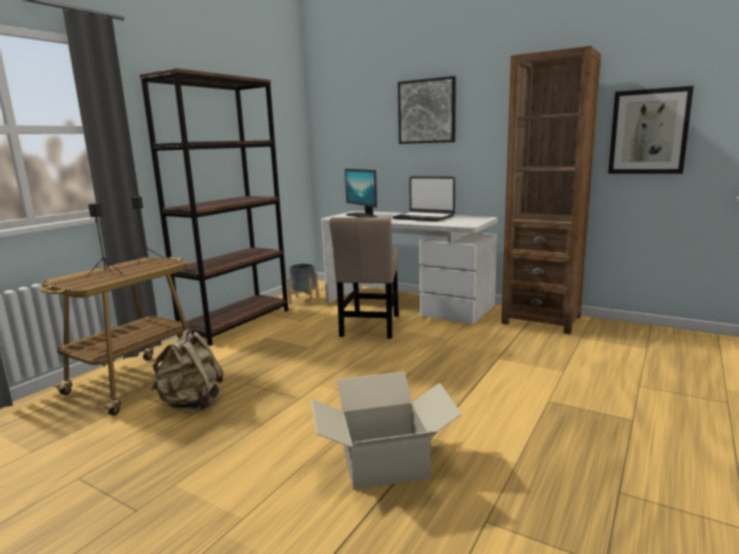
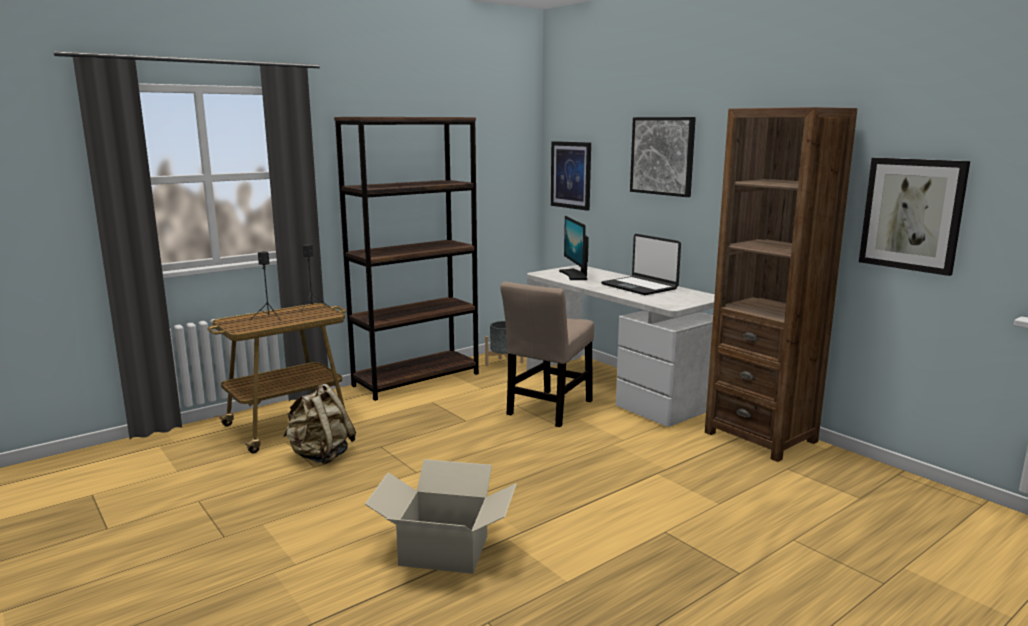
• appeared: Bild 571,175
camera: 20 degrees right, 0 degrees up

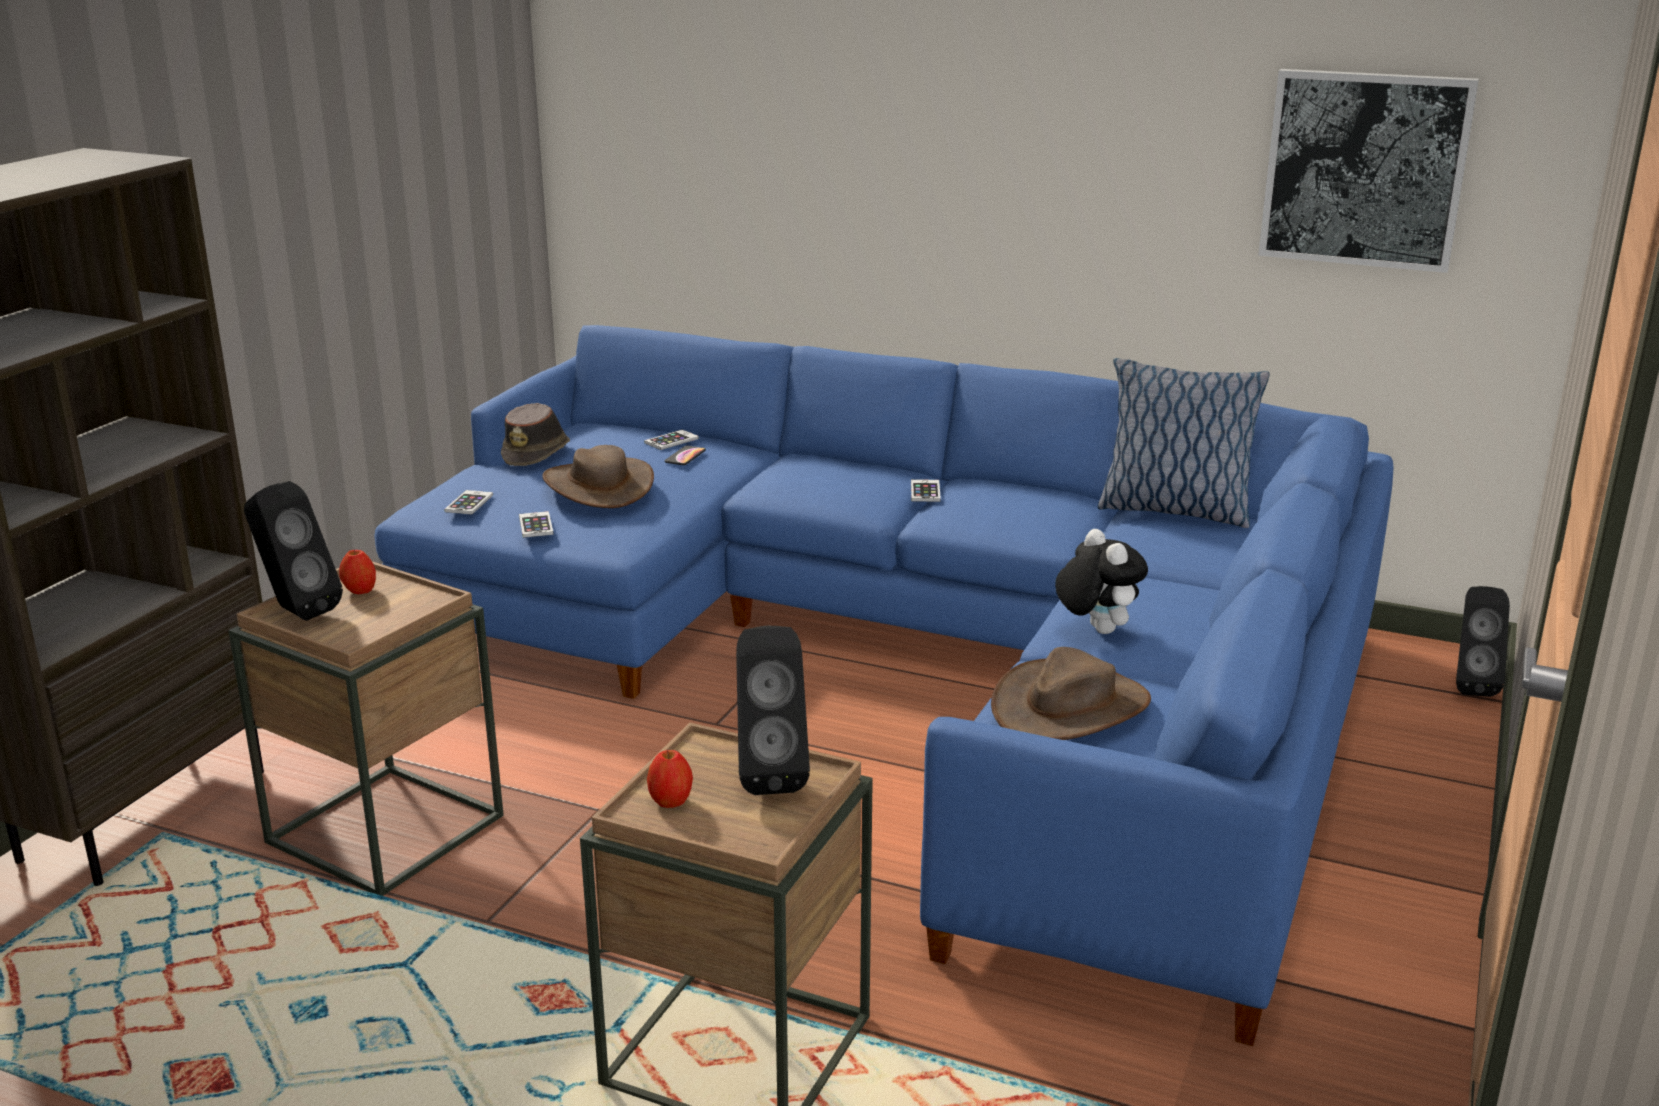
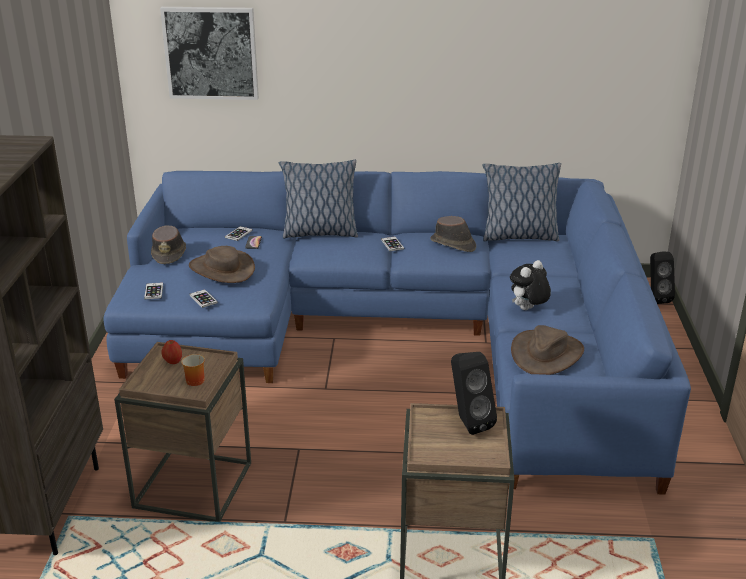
• relocated: Bild 1364,169 to 211,53
• missing: Lautsprecher [schwarz] 295,611
• spun: Plüschtier 1095,630 = 527,310 90 degrees counterclockwise
• missing: Apfel 671,801
• appeared: Kissen 319,233
• appeared: Hut [braun] 453,244
• appeared: Henkelbecher 194,379
camera: 20 degrees left, 5 degrees up

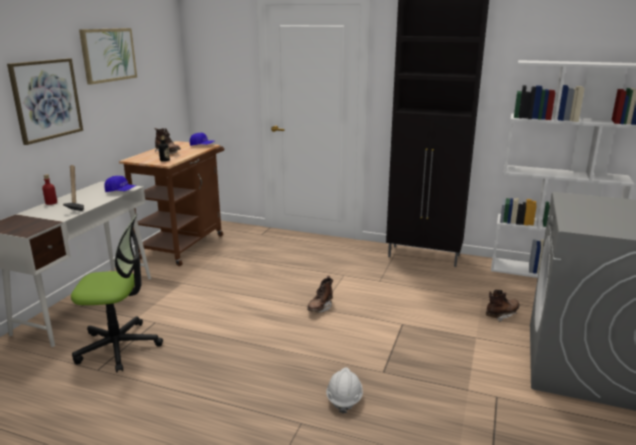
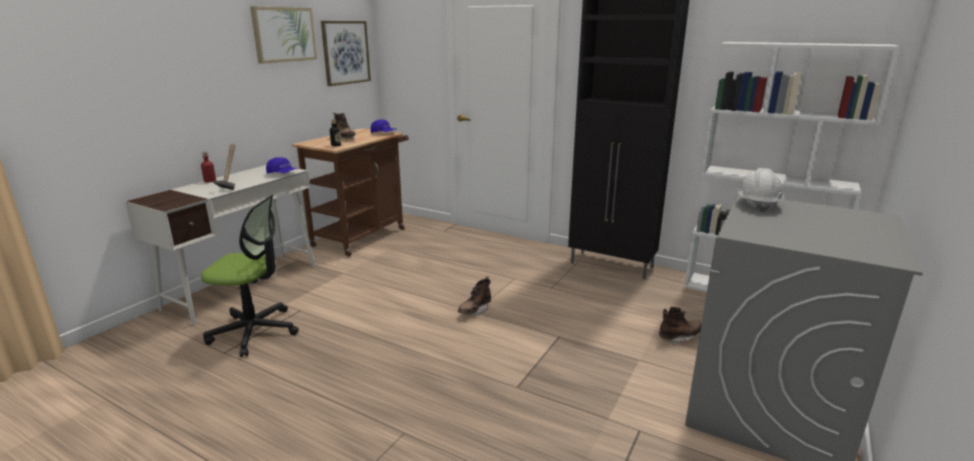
• relocated: Bild 46,99 to 346,52
• relocated: Schutzhelm [weiß] 344,398 to 757,205
camera: 10 degrees right, 0 degrees up

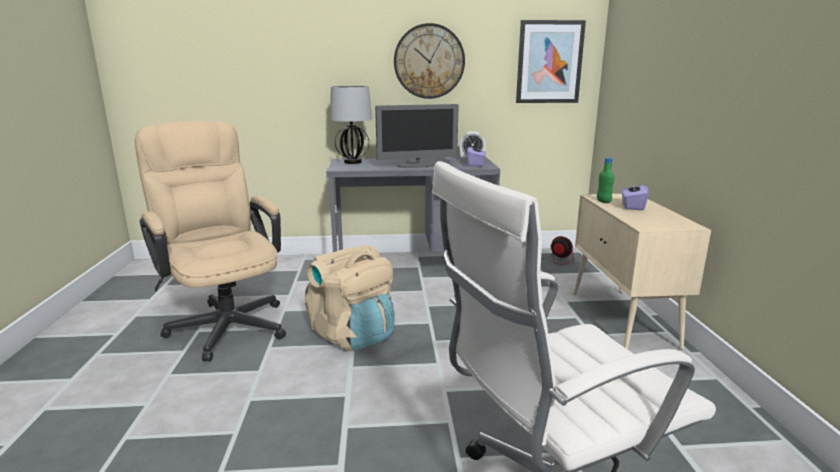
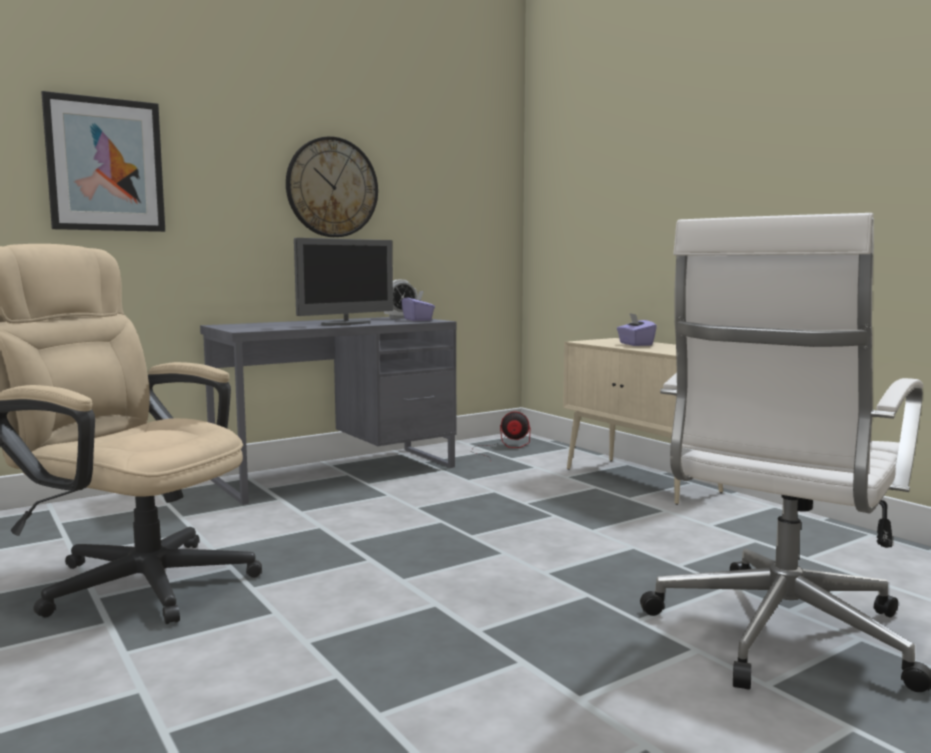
• relocated: Bild 549,62 to 105,165
• missing: Tischlampe 353,162
• missing: Flasche [grün] 603,201
• missing: Rucksack [beige] 353,335
camera: 30 degrees left, 10 degrees down

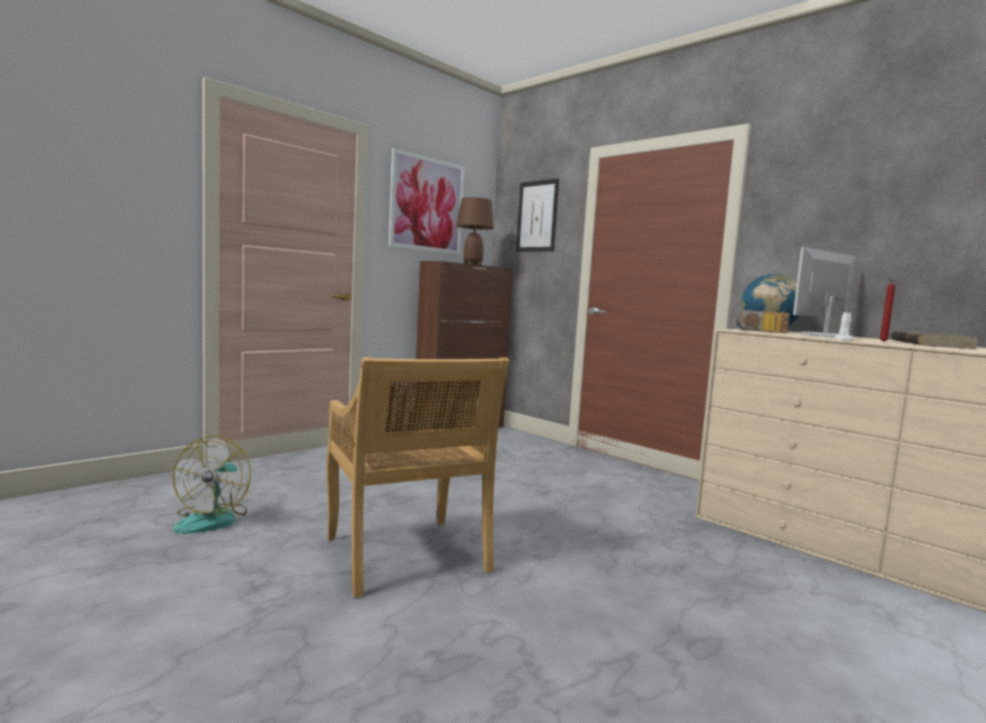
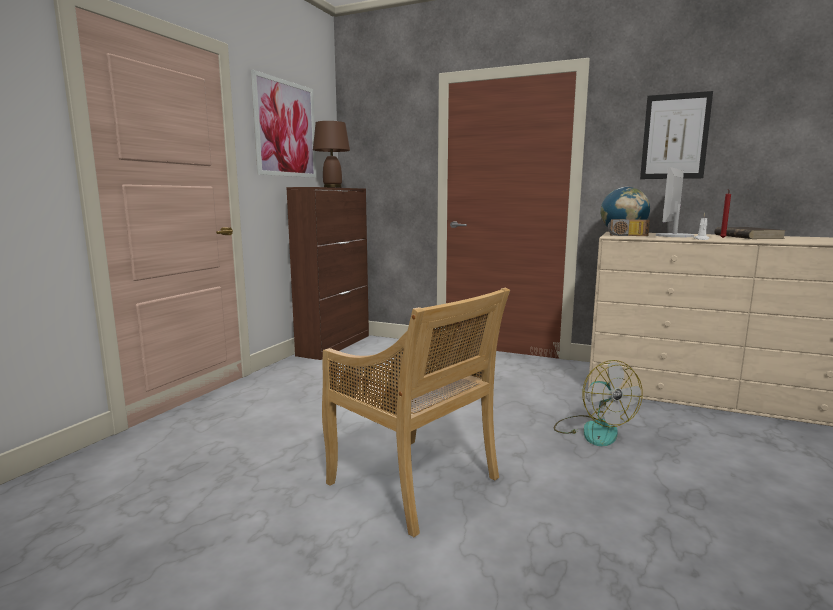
• relocated: Bild 537,216 to 675,136
• relocated: Ventilator 213,519 to 593,430
camera: 20 degrees left, 5 degrees up

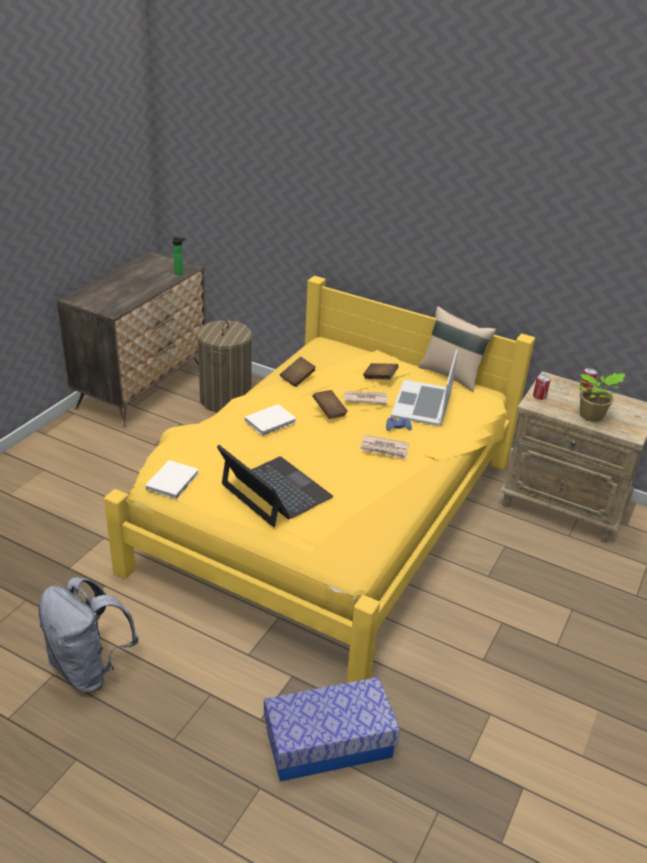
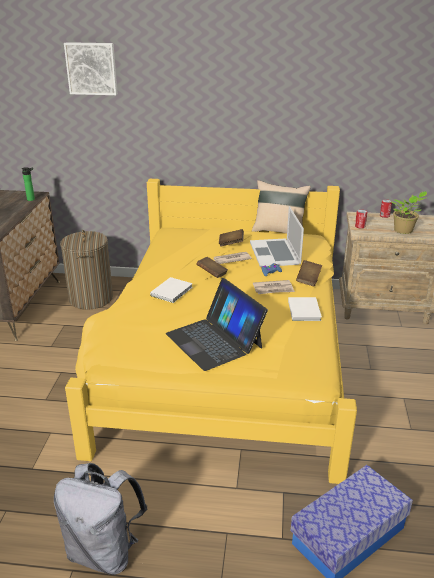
• relocated: Buch [braun] 297,379 to 308,279
• spun: Laptop 275,491 = 214,340 150 degrees counterclockwise
• relocated: Buch [weiß] 174,481 to 304,310
• appeared: Bild 92,68
camera: 20 degrees left, 5 degrees down

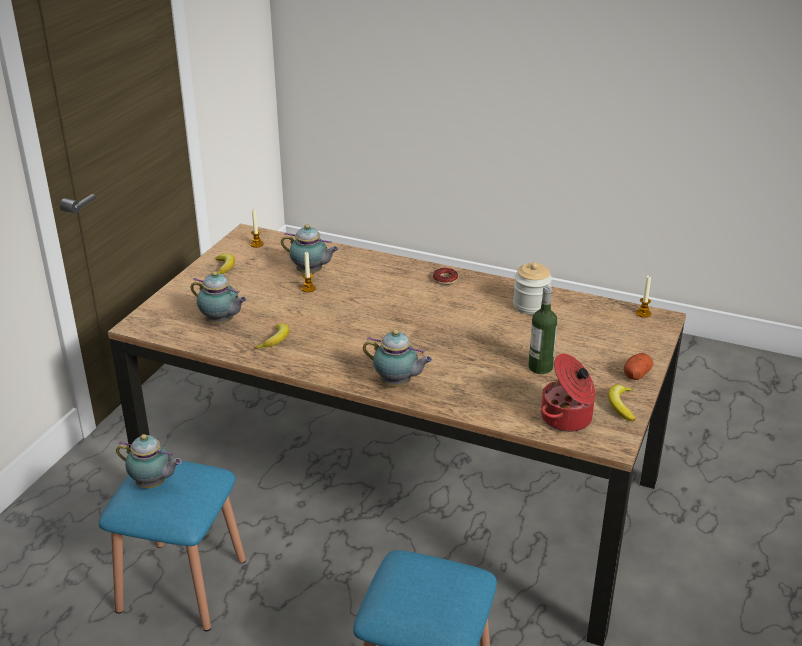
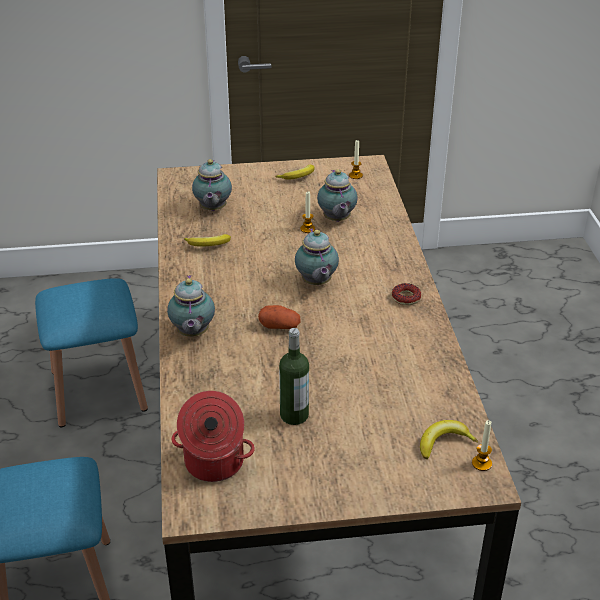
• missing: Vorratsglas 531,306
• relocated: Kartoffel 636,374 to 279,326
• relocated: Banane 621,405 to 443,442
• relocated: Teekanne 153,484 to 316,283
camera: 60 degrees right, 5 degrees up

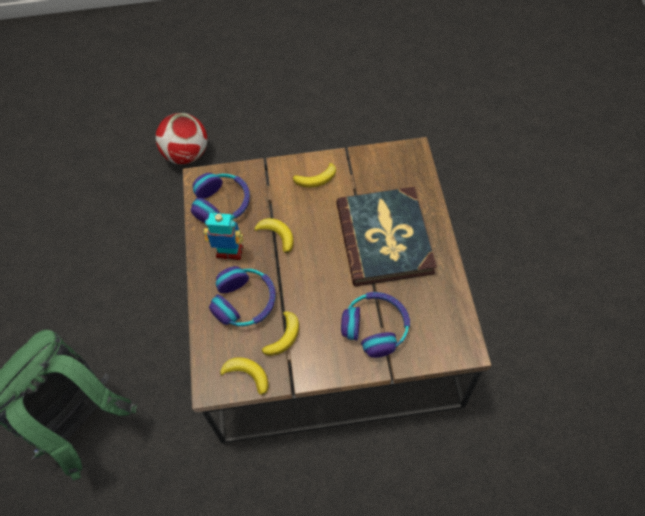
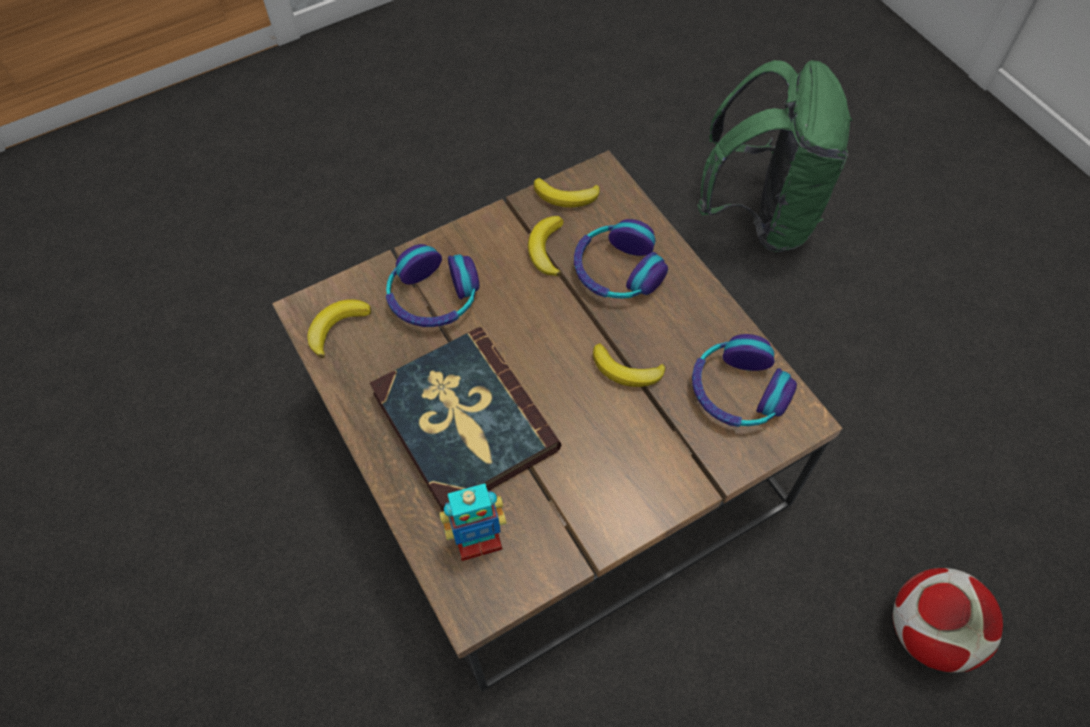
• relocated: Banane 316,178 to 337,327
• relocated: Spielzeugroboter 229,253 to 478,541
camera: 155 degrees right, 0 degrees up

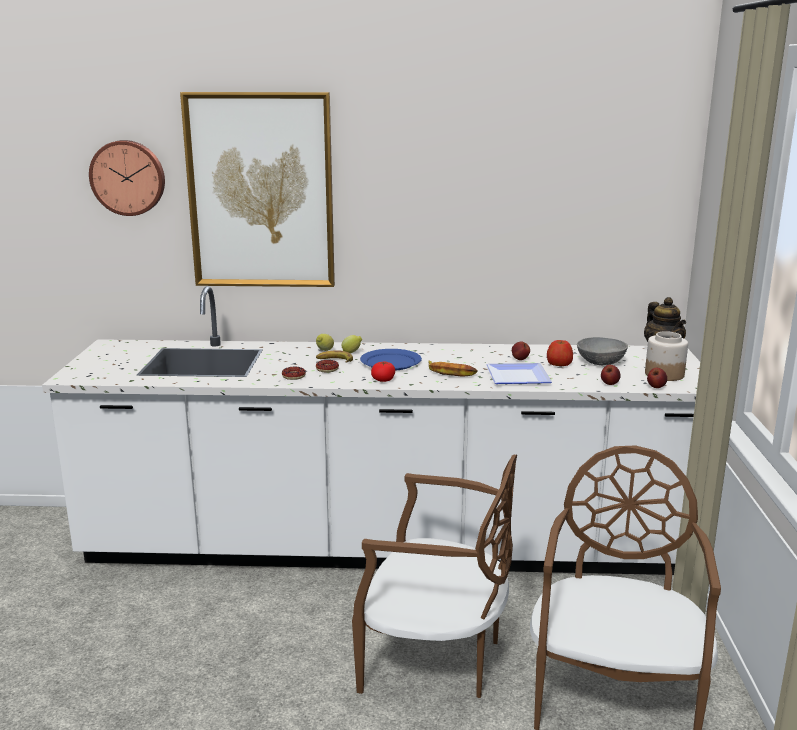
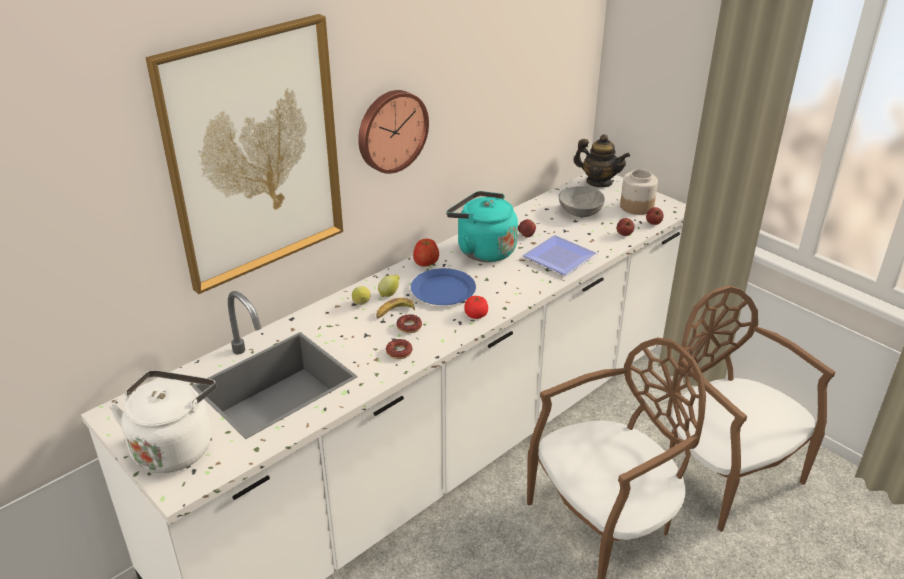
• relocated: Wanduhr 128,177 to 391,130
• relocated: Apfel 559,364 to 426,262
• missing: Banane 450,372
• appeared: Wasserkessel [türkis] 482,250
• appeared: Wasserkessel [weiß] 174,446
camera: 45 degrees left, 15 degrees up

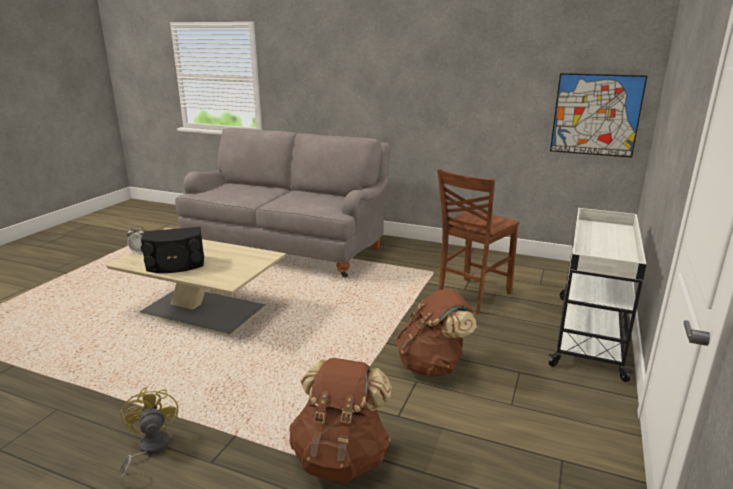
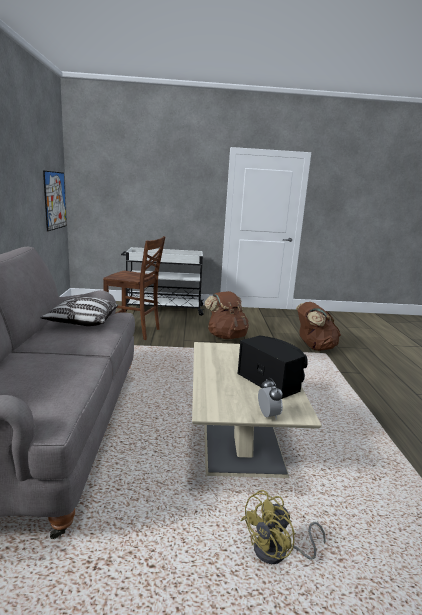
• relocated: Ventilator [gelb] 149,449 to 277,552
• appeared: Kissen 82,322
camera: 115 degrees left, 5 degrees down

